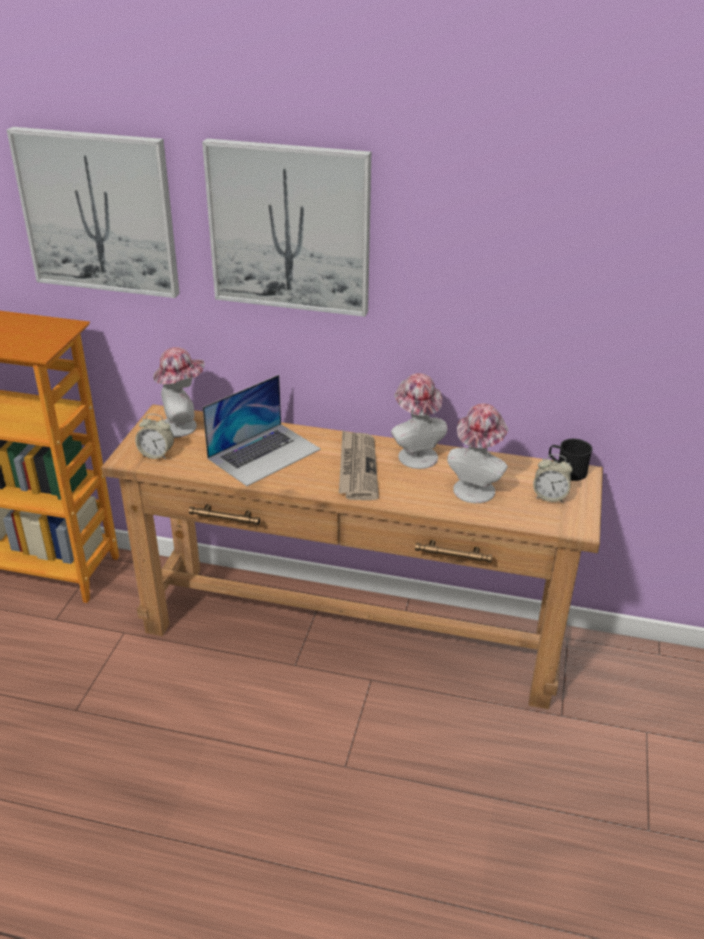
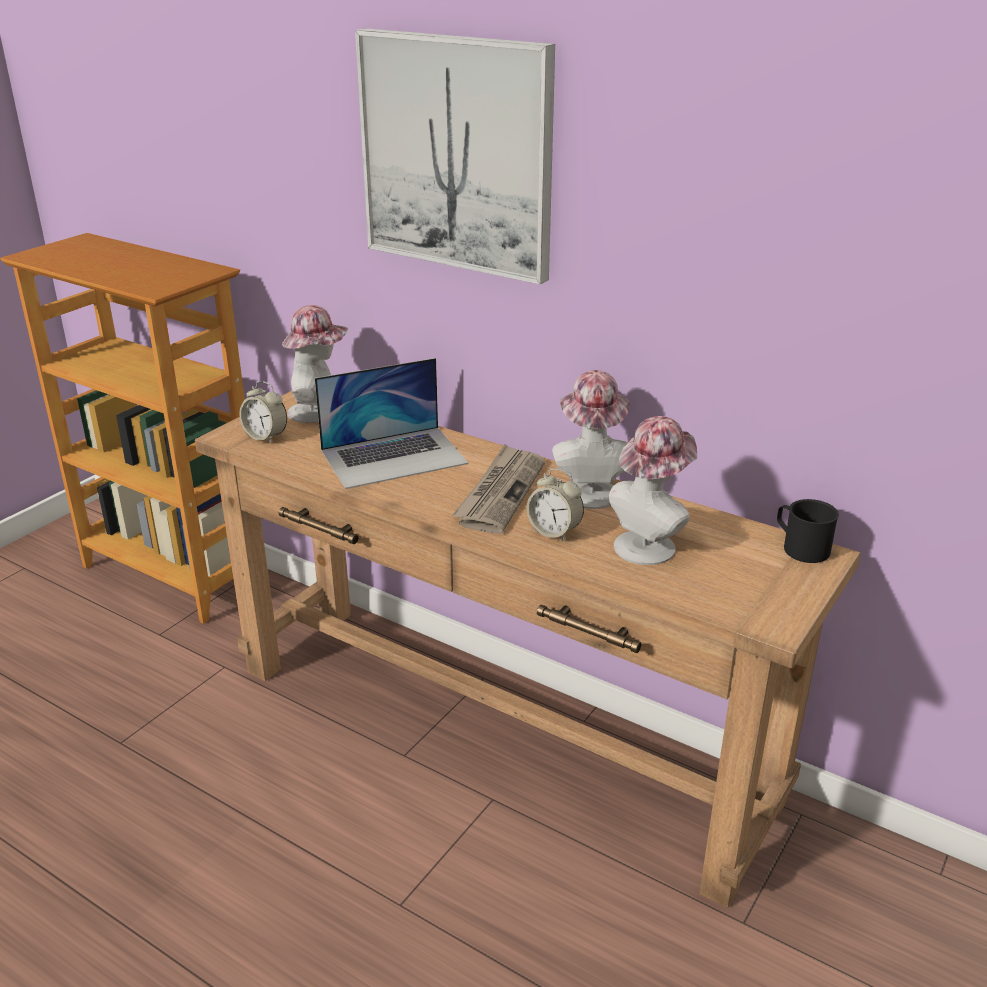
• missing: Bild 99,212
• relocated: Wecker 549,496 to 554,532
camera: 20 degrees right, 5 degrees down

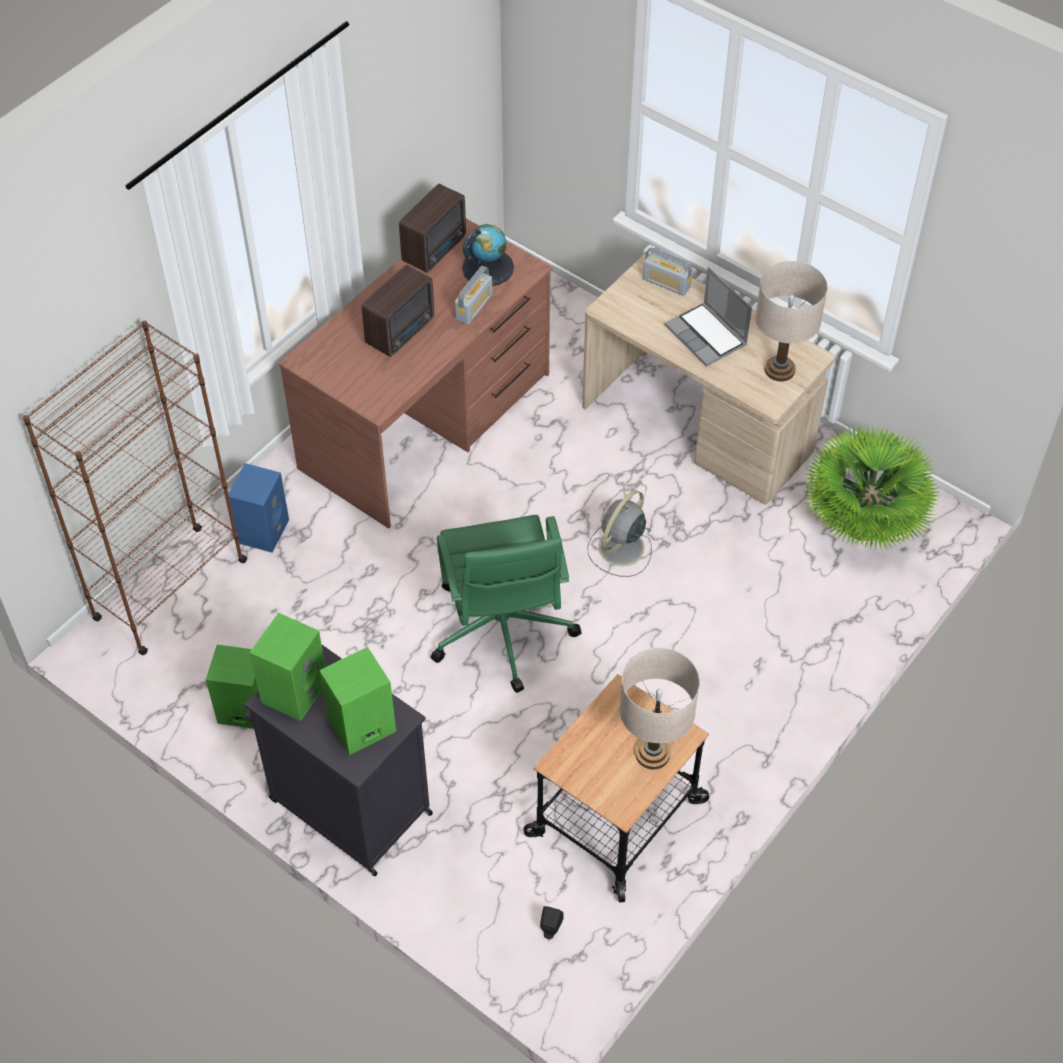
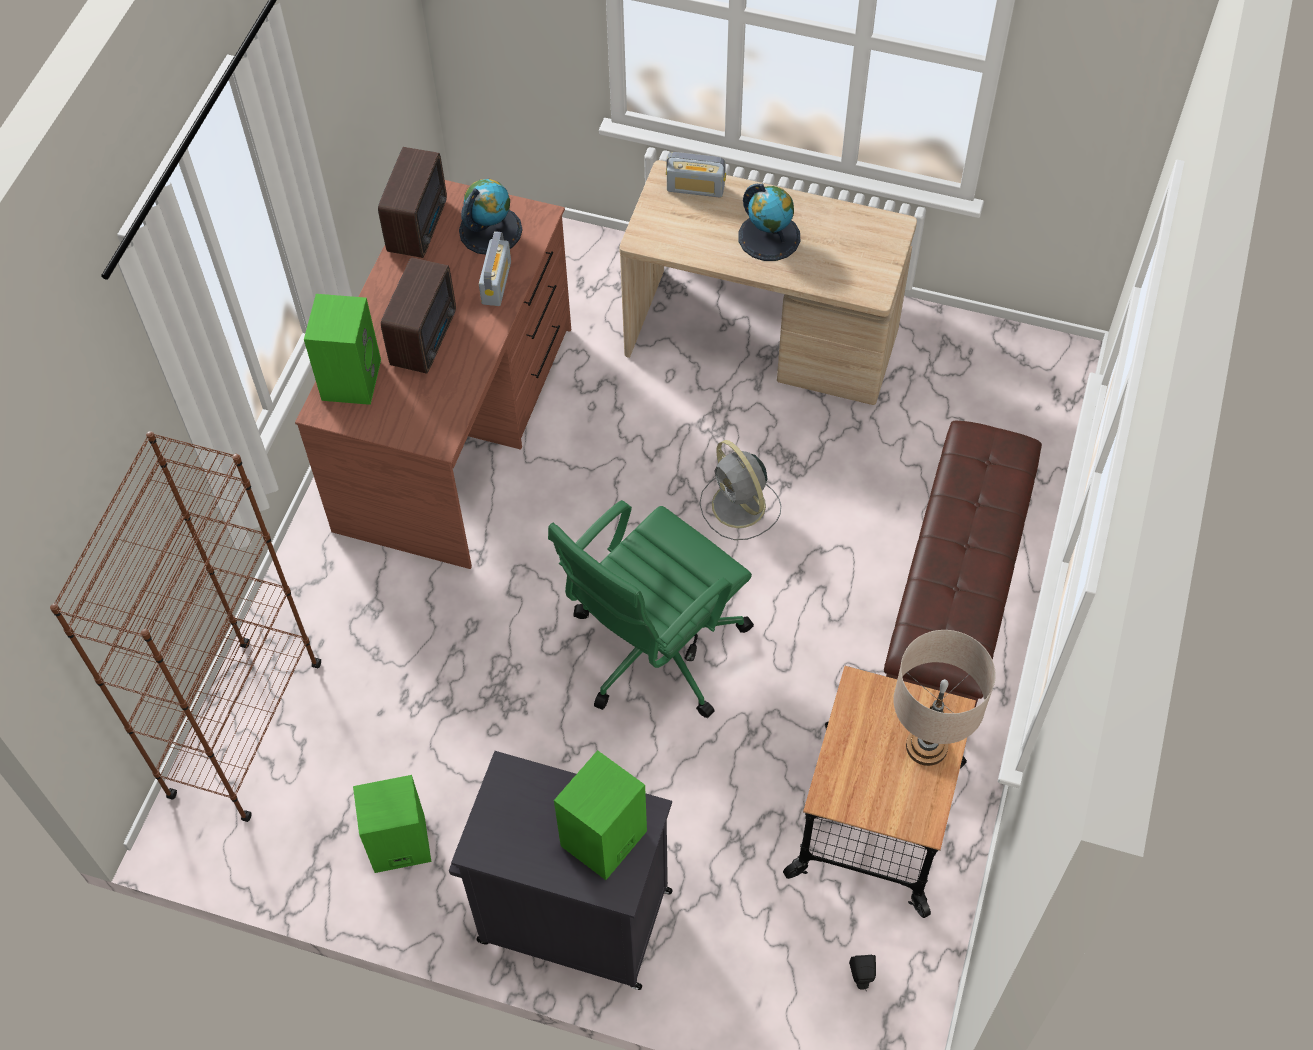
• missing: Tischlampe [beige] 779,370
• exchanged: Laptop 707,336 to Globus 769,236
• missing: Topfpflanze 862,527
• missing: Lautsprecher [blau] 262,530
• spun: Ventilator [grau] 620,549 = 740,507 45 degrees counterclockwise
• spun: Bürostuhl [grün] 502,633 = 654,649 75 degrees clockwise
• relocated: Lautsprecher [grün] 294,690 to 350,378
• appeared: Bank [braun] 953,605
camera: 20 degrees left, 5 degrees up

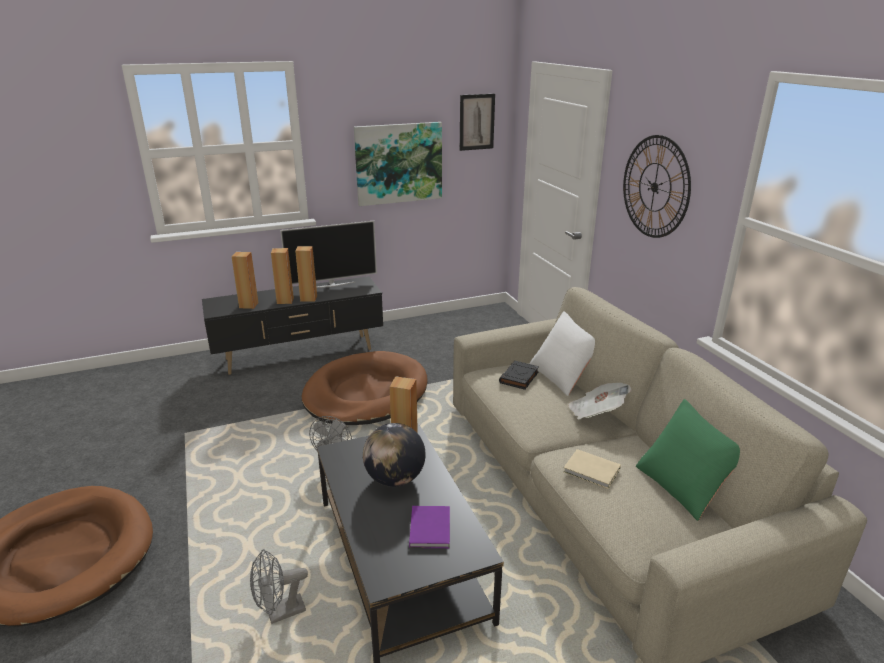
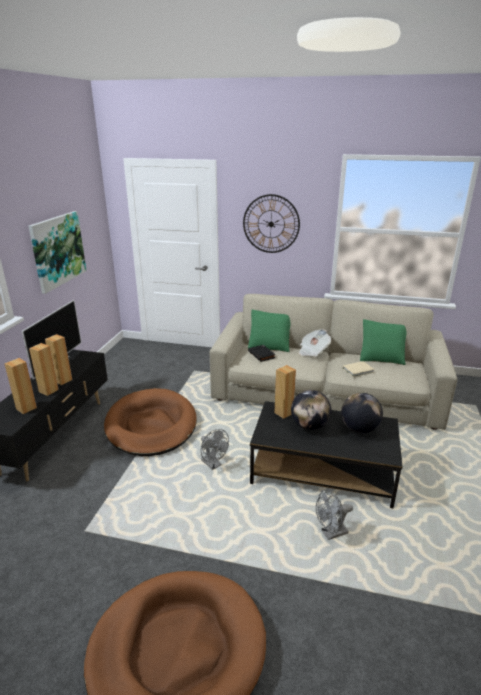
• missing: Bild 476,122
• colour: Kissen [weiß] 563,376 to Kissen [grün] 269,345
• exchanged: Buch [lila] 431,527 to Globus 359,429
• spun: Ventilator [grau] 280,613 = 331,533 60 degrees clockwise
camera: 55 degrees left, 0 degrees up

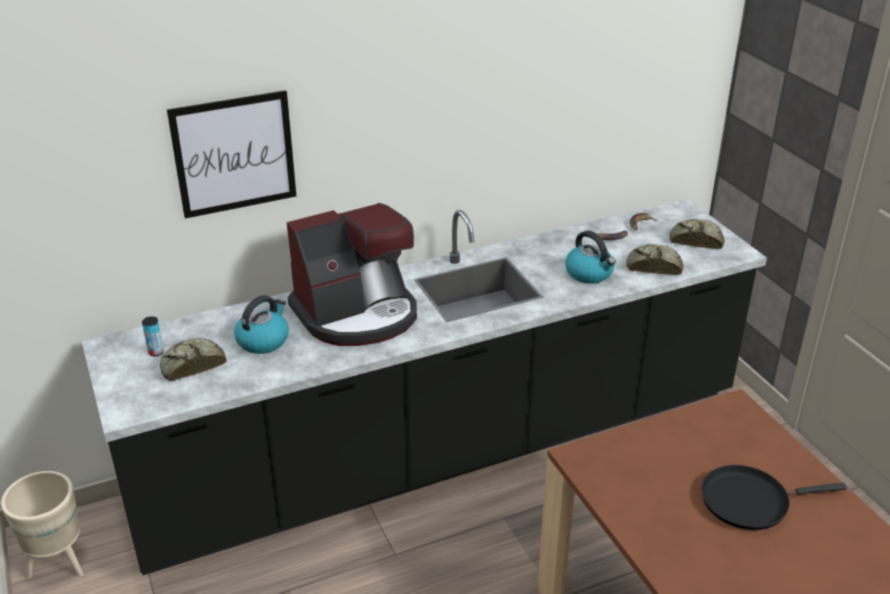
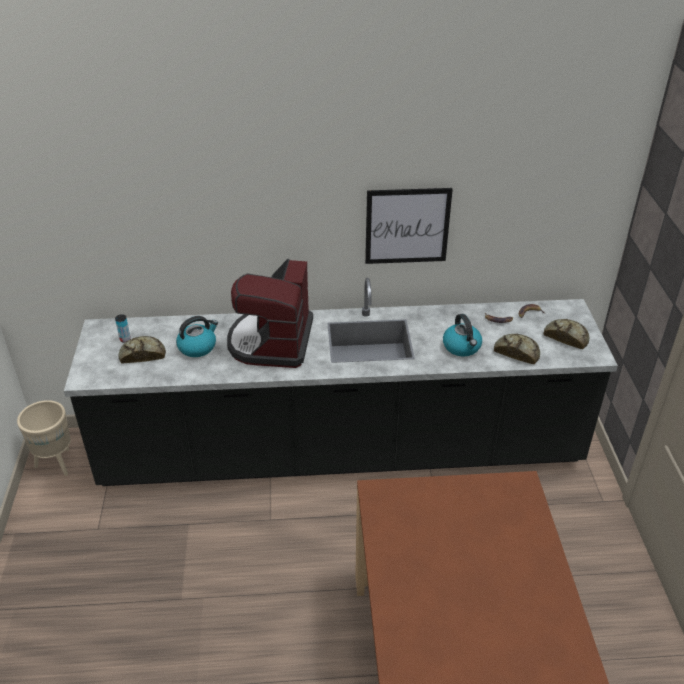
• relocated: Bild 234,154 to 407,226
• spun: Kaffeemaschine 357,314 = 272,341 105 degrees clockwise
• missing: Pfanne [schwarz] 750,501
camera: 20 degrees right, 5 degrees up

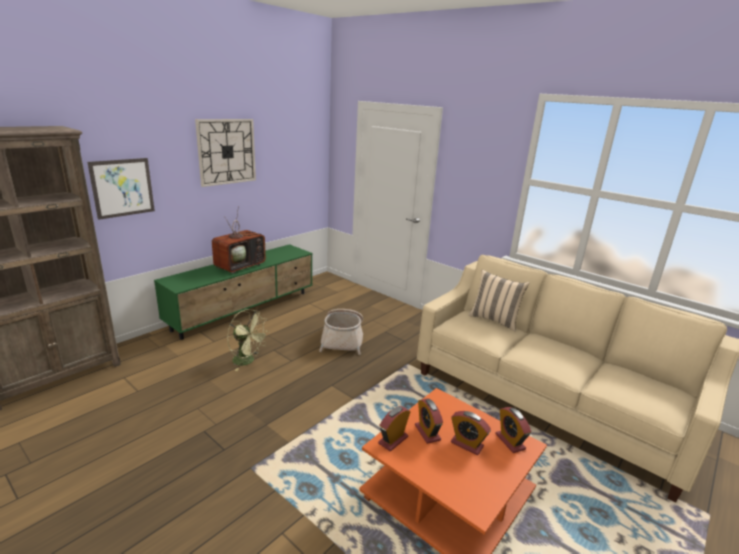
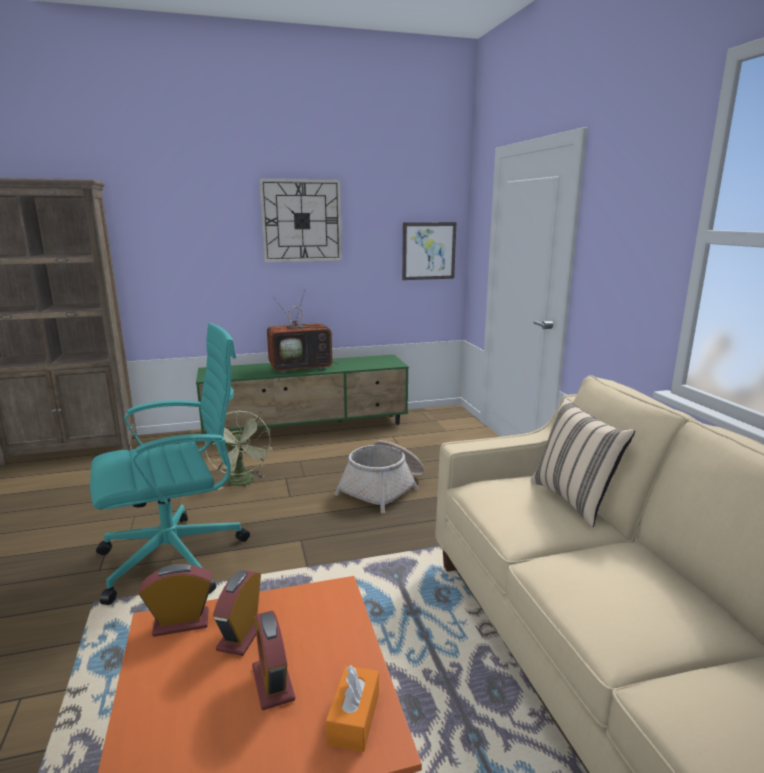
• relocated: Bild 122,188 to 429,251
• exchanged: Wecker 510,441 to Taschentuchbox [orange] 354,718
• appeared: Bürostuhl [türkis] 178,557
camera: 35 degrees right, 5 degrees down

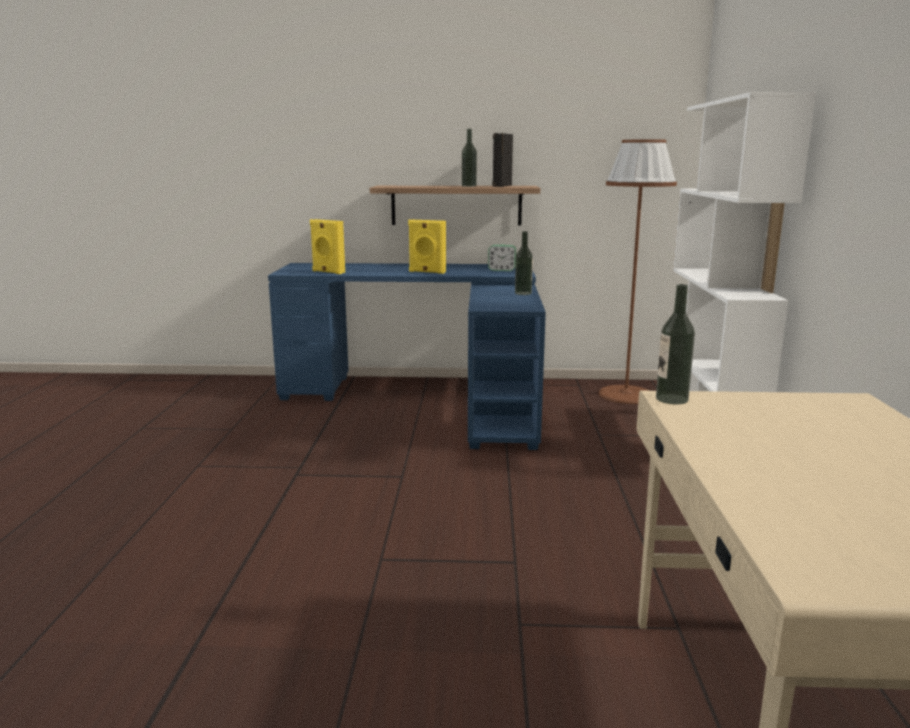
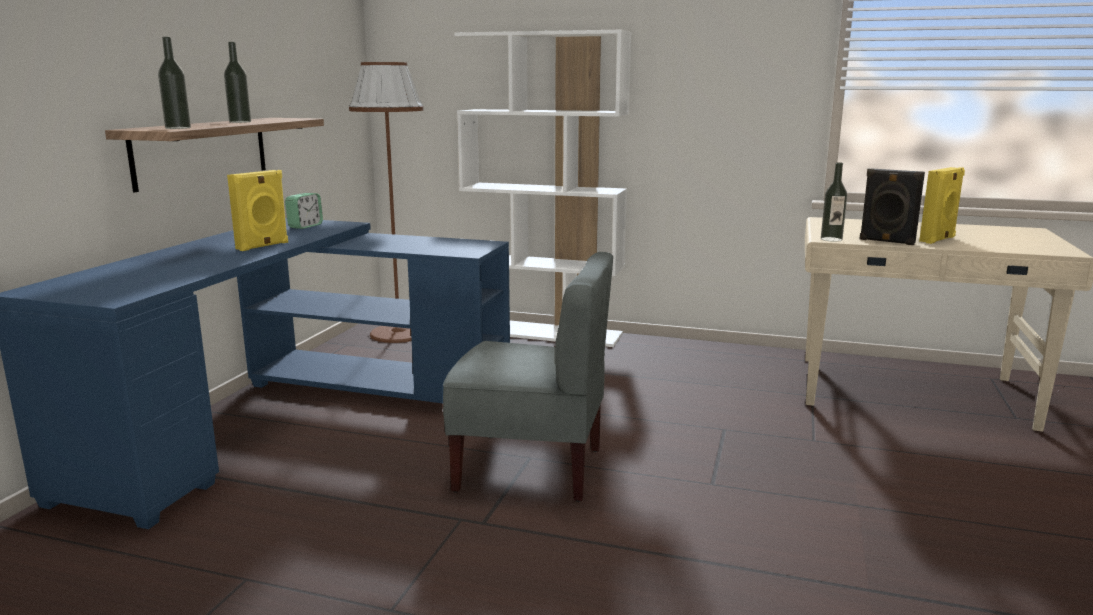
• relocated: Lautsprecher [schwarz] 501,186 to 886,241
• relocated: Lautsprecher [gelb] 327,272 to 938,239
• relocated: Flasche 523,293 to 178,128
• appeared: Stuhl [grau] 531,468
camera: 75 degrees left, 0 degrees up

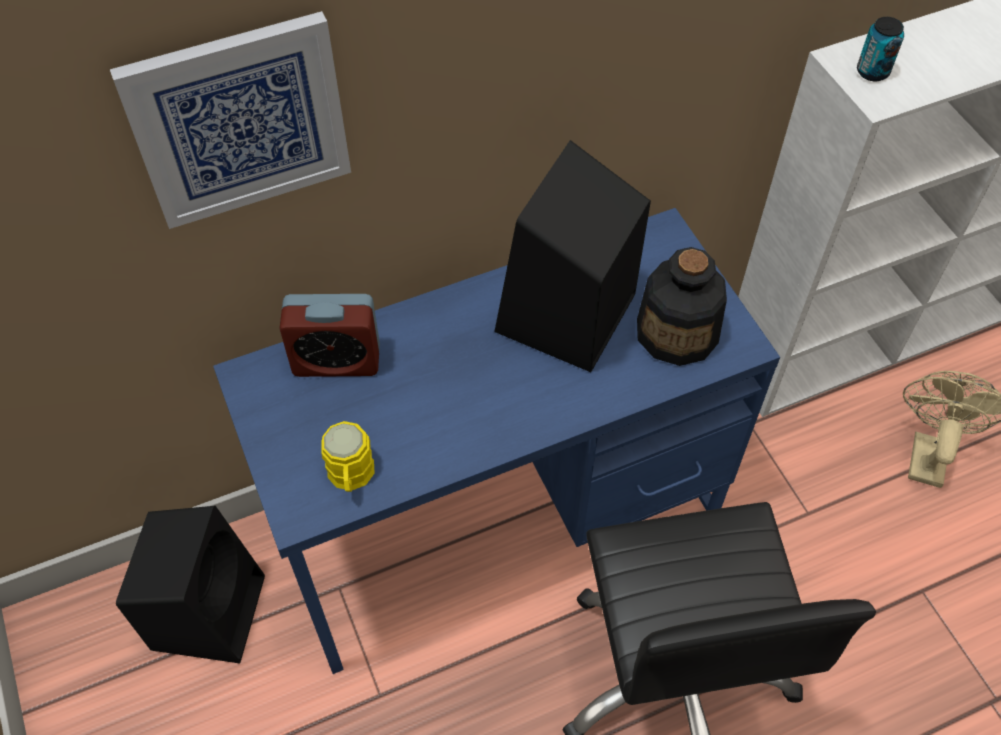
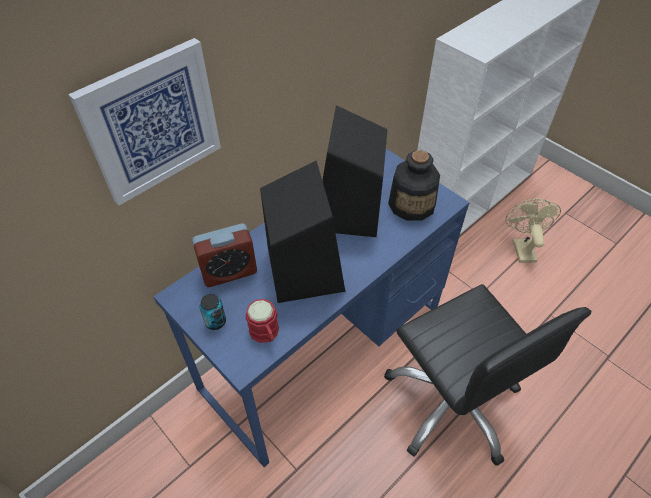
• relocated: Dose 872,72 to 215,321
• colour: Henkelbecher [gelb] 351,477 to Henkelbecher [rot] 266,334
• relocated: Lautsprecher [schwarz] 208,609 to 304,268
camera: 20 degrees left, 5 degrees down

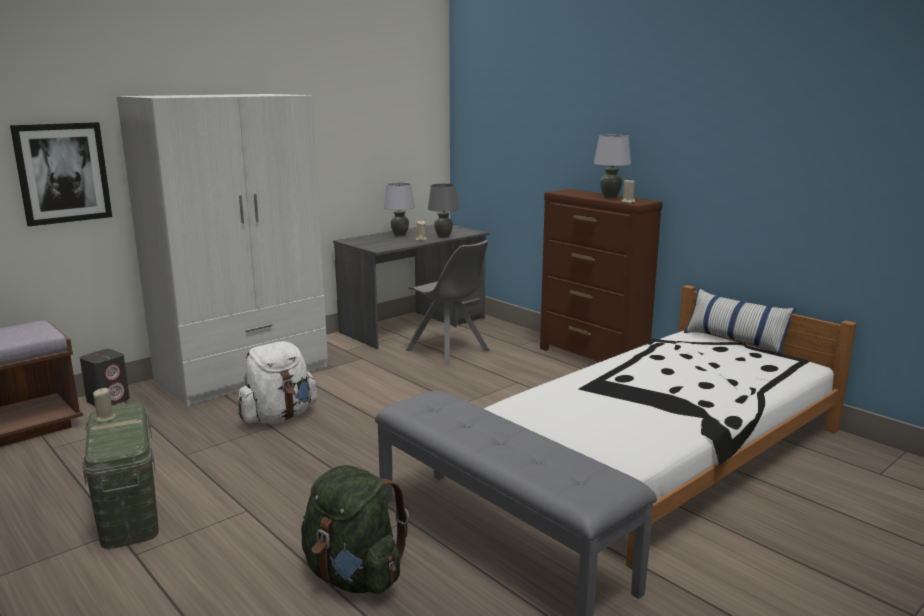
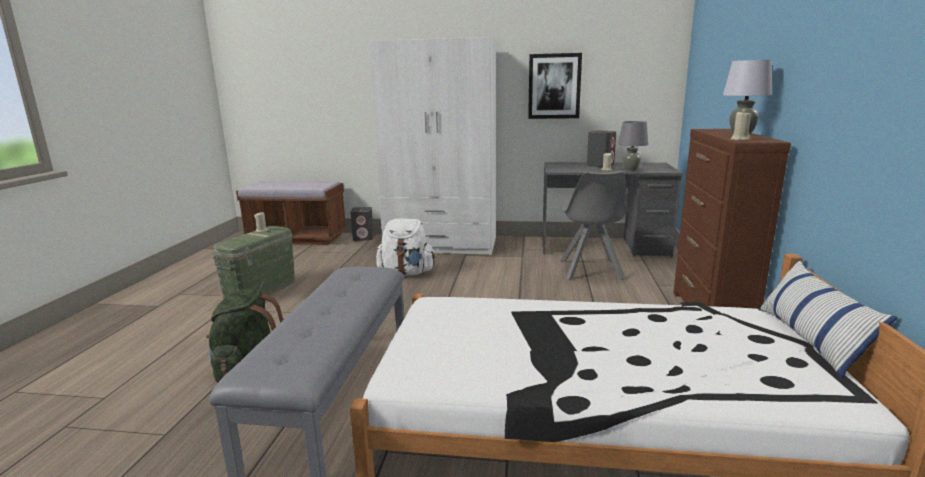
• relocated: Bild 62,173 to 554,86
• exchanged: Tischlampe [grau] 400,235 to Lautsprecher [grau] 600,165
camera: 50 degrees right, 0 degrees up

